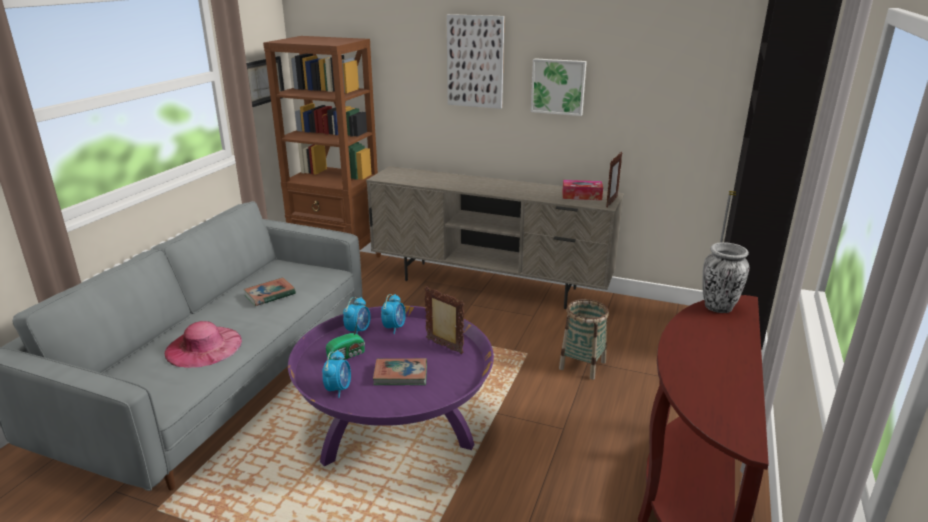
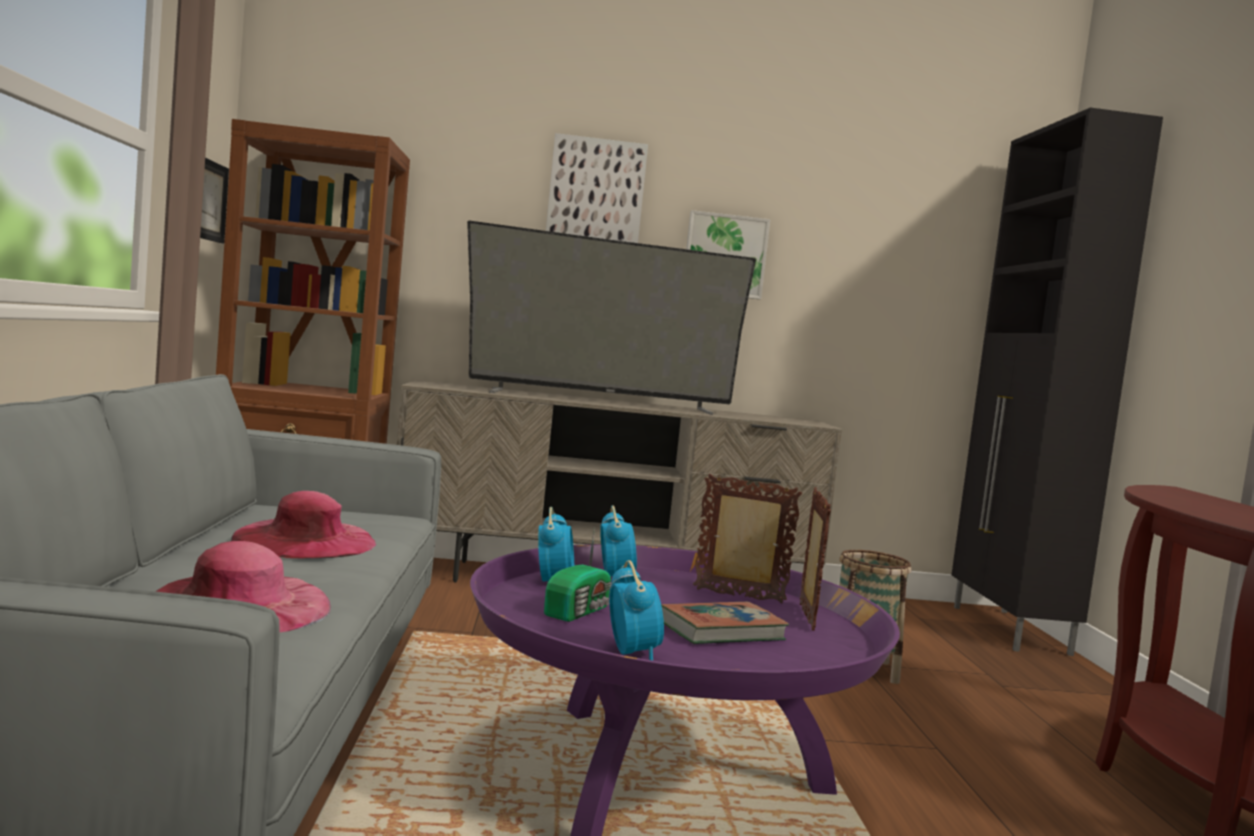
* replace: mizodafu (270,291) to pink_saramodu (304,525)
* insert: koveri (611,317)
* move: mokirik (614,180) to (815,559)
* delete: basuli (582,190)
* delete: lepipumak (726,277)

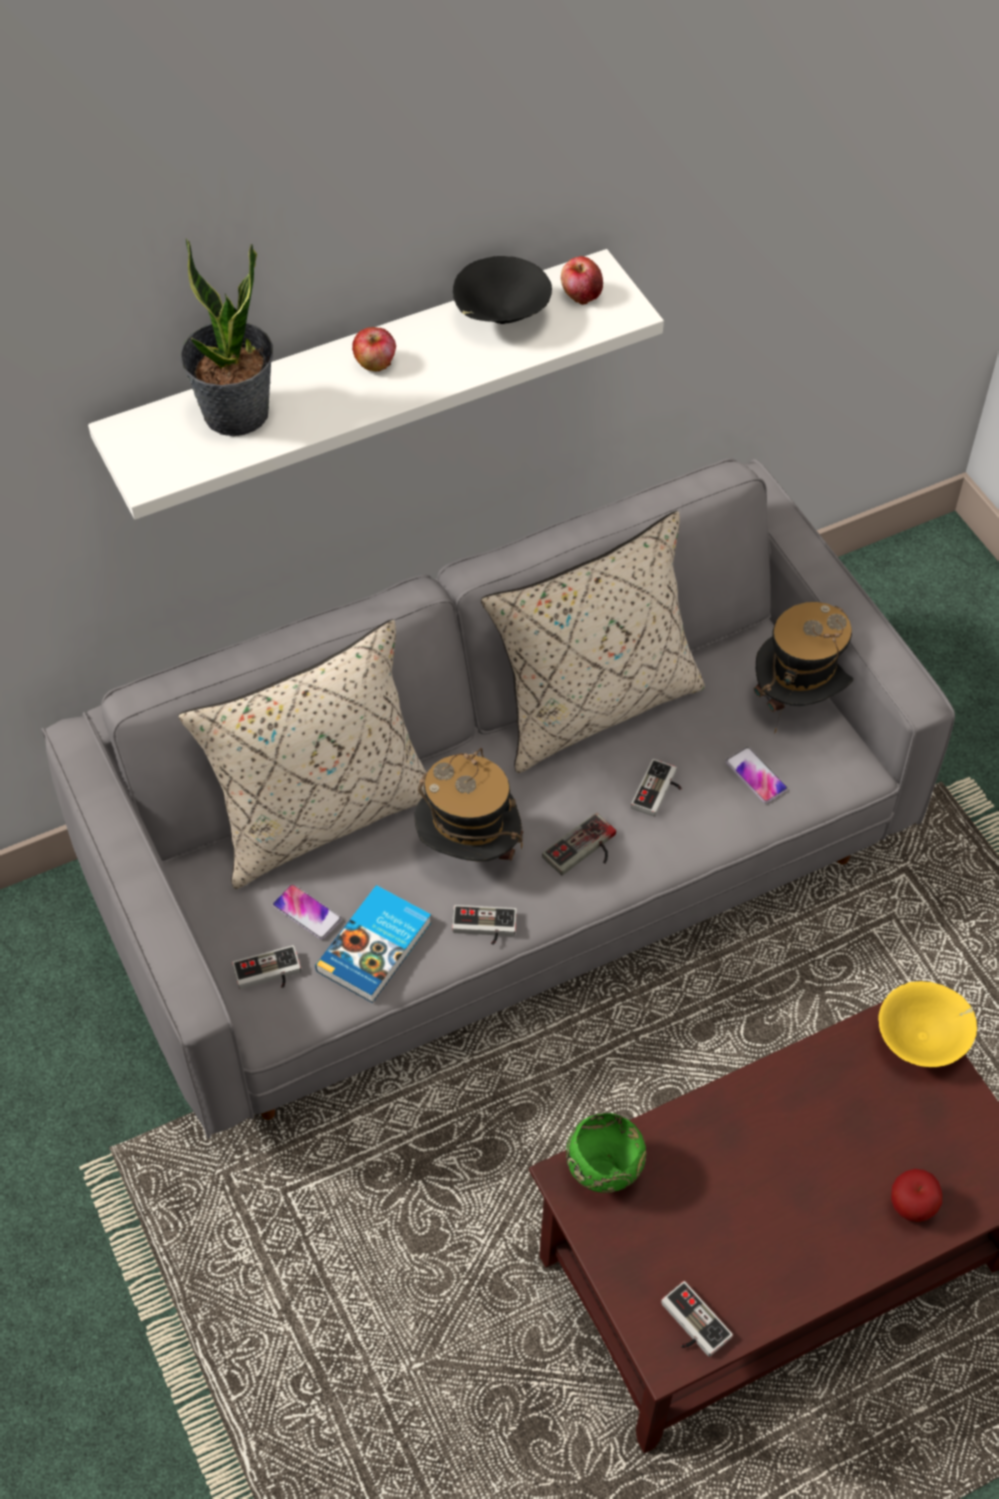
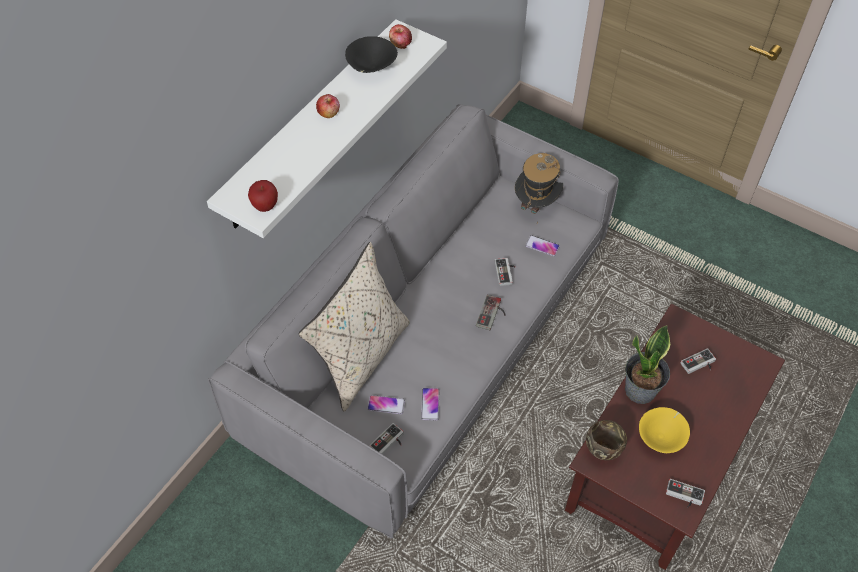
* move: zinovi (916,1195) to (263,196)
* replace: mizodafu (373,944) to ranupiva (430,404)
* recolor: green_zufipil (606,1153) to brown_zufipil (606,440)
* move: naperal (226,337) to (647,364)
* move: yellow_zufipil (927,1024) to (664,430)
* move: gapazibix (484,925) to (698,361)
* delete: saramodu (468,804)
* delete: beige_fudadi (593,642)

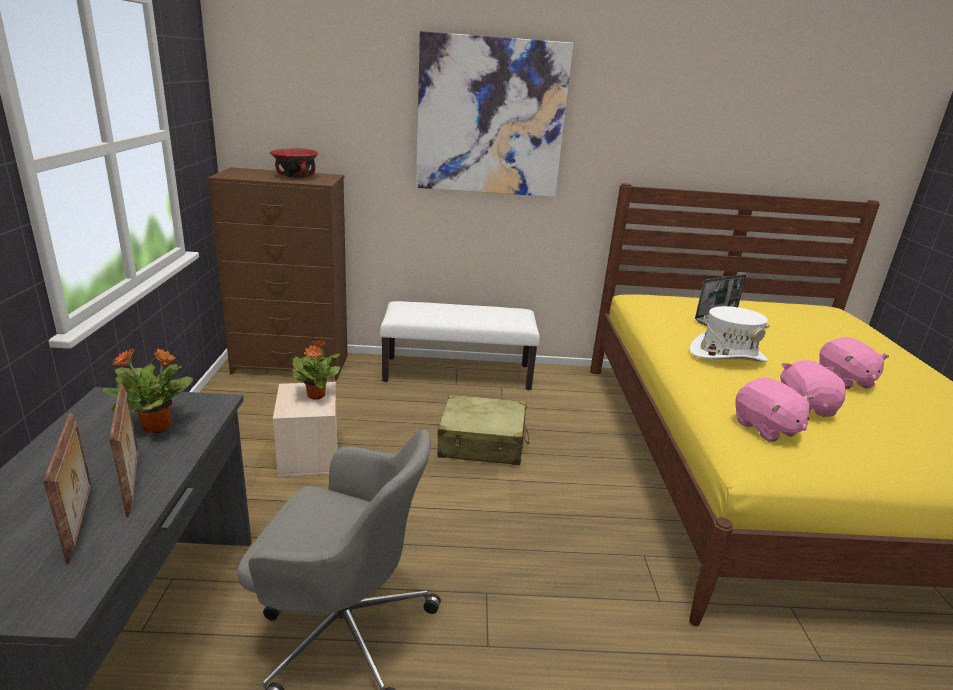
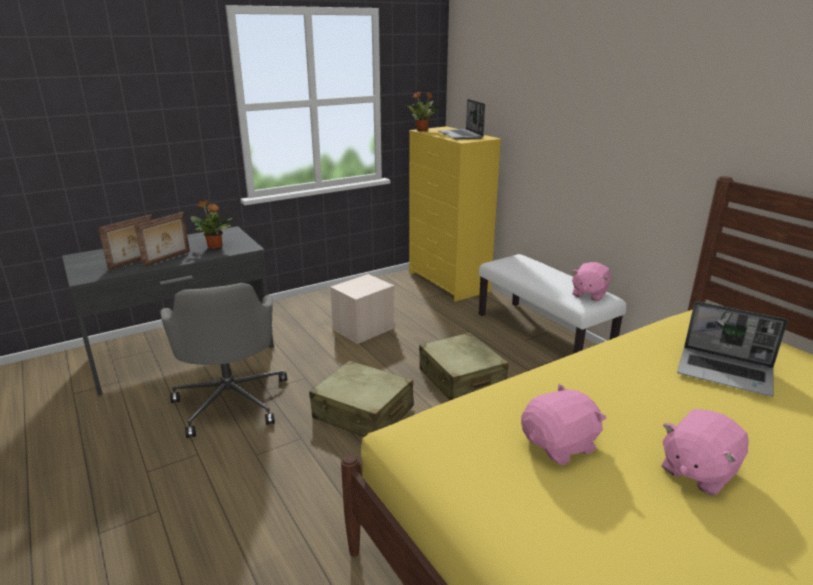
* insert: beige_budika (361,399)
* move: naperal (316,370) to (422,111)
* recolor: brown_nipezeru (277,274) to yellow_nipezeru (455,214)
* replace: red_zufipil (294,163) to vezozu (461,119)
* move: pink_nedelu (774,410) to (591,281)
* delete: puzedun (495,114)
* delete: white_saramodu (729,334)

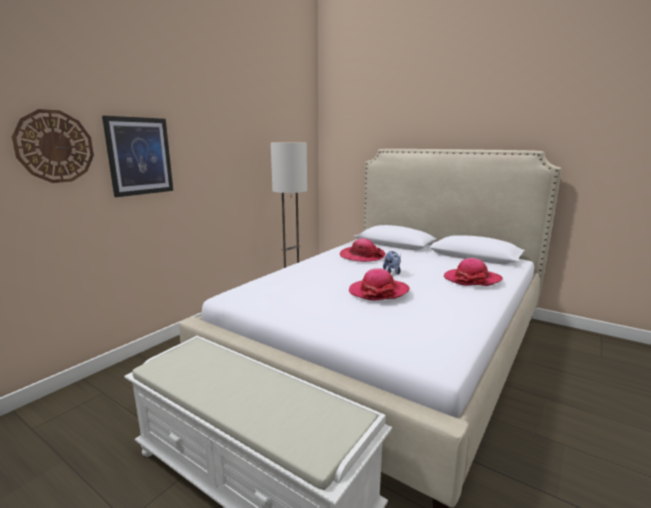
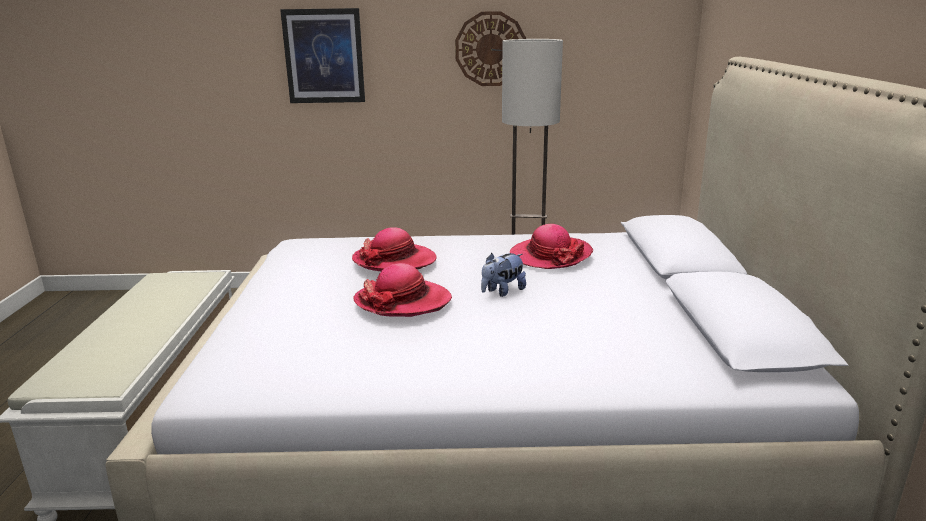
* move: saramodu (473,272) to (394,249)
* move: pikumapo (53,146) to (491,48)

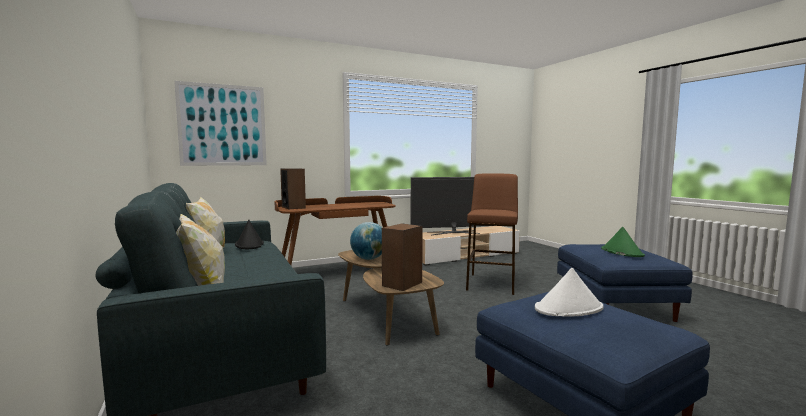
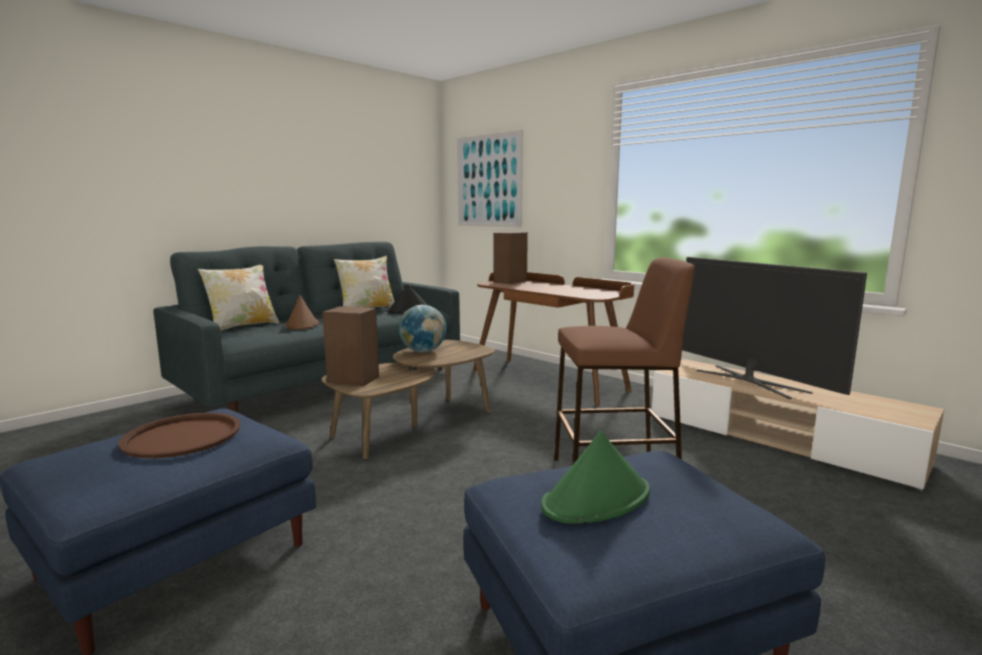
* replace: white_saramodu (569,292) to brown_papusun (179,435)
* insert: brown_saramodu (302,312)

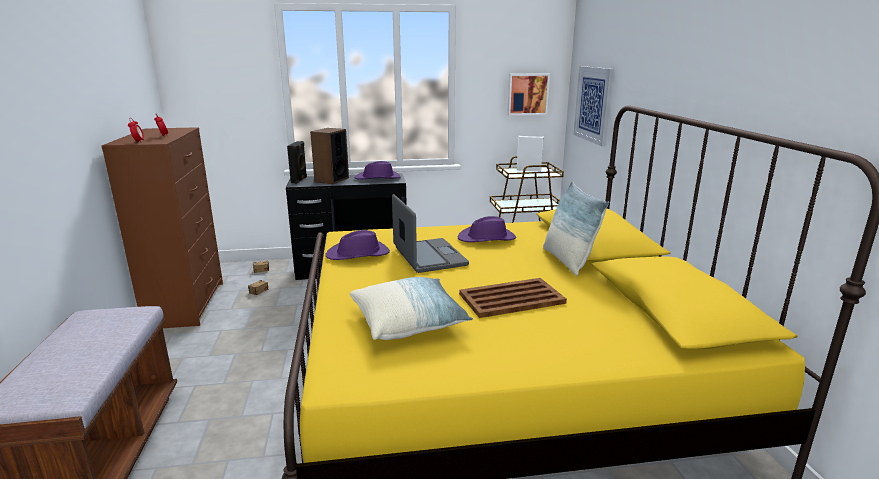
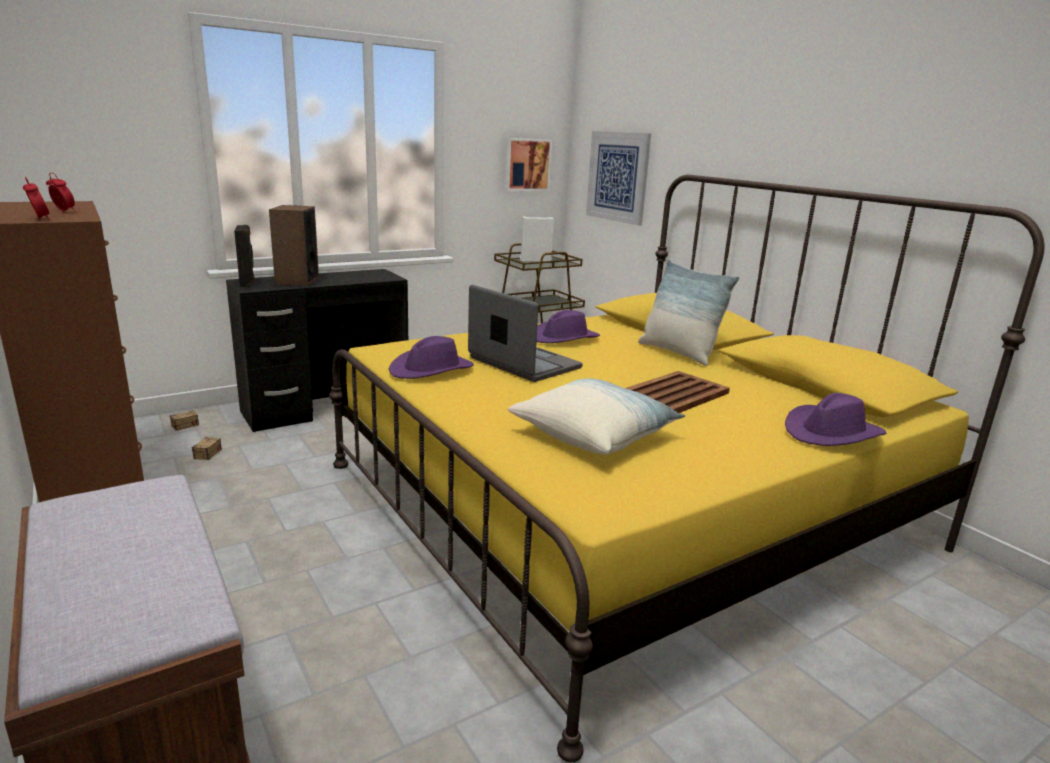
* move: purple_saramodu (377,170) to (835,419)

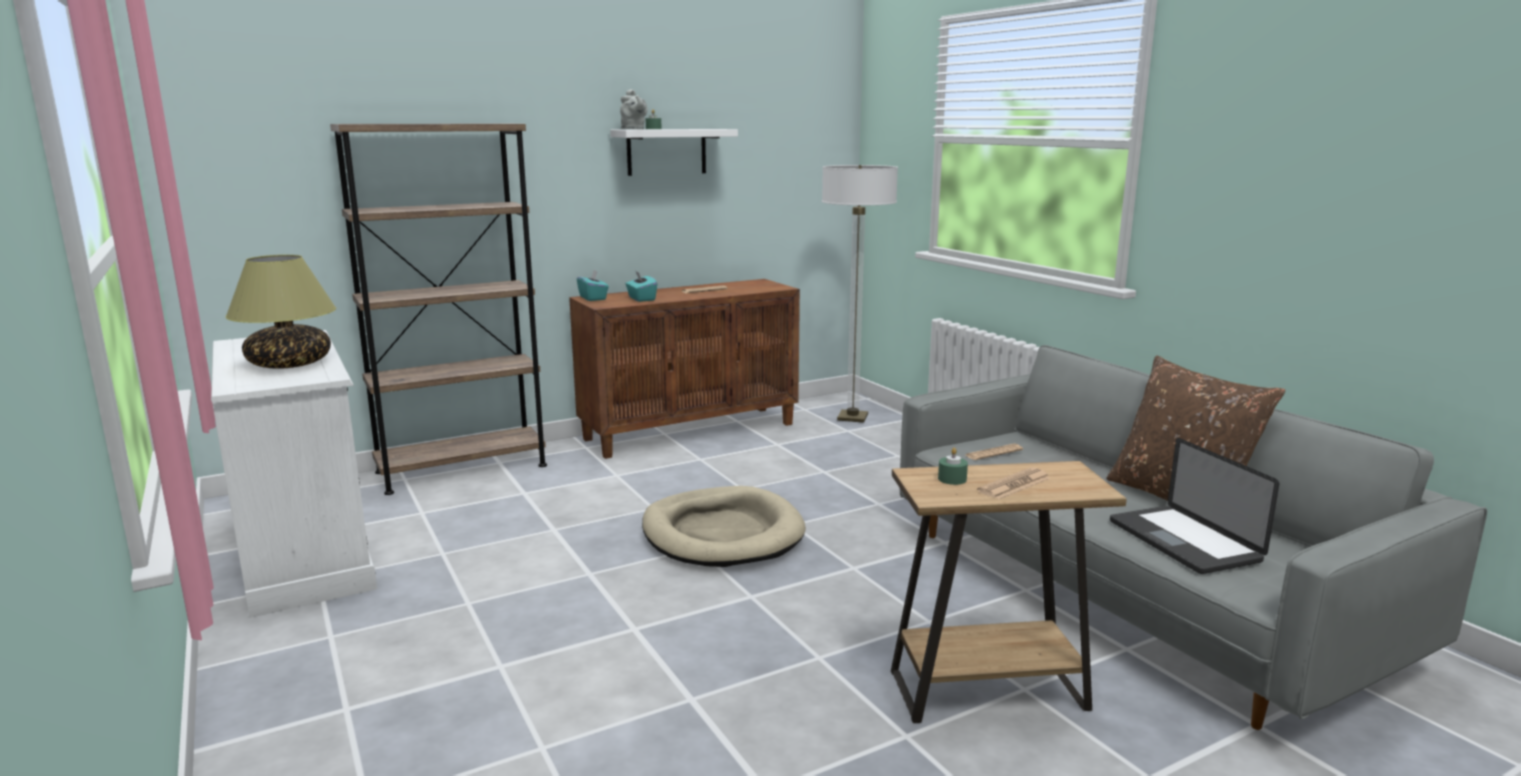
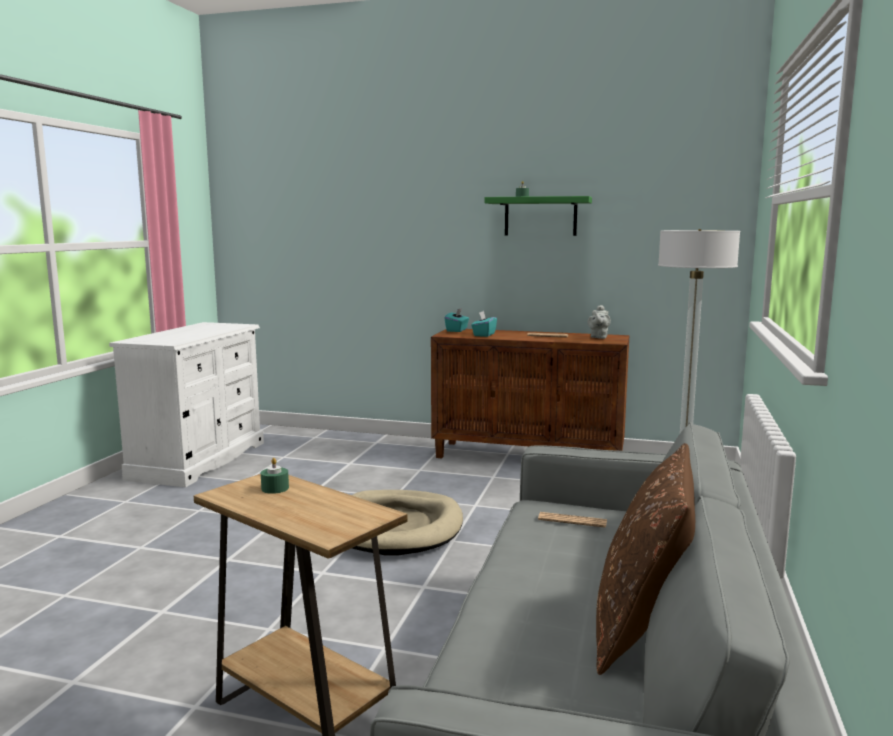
* recolor: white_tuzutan (674,152) to green_tuzutan (538,216)
* move: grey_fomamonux (634,109) to (599,322)
* delete: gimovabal (280,312)
* delete: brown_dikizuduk (438,309)
* delete: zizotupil (1013,484)
* delete: vezozu (1194,506)

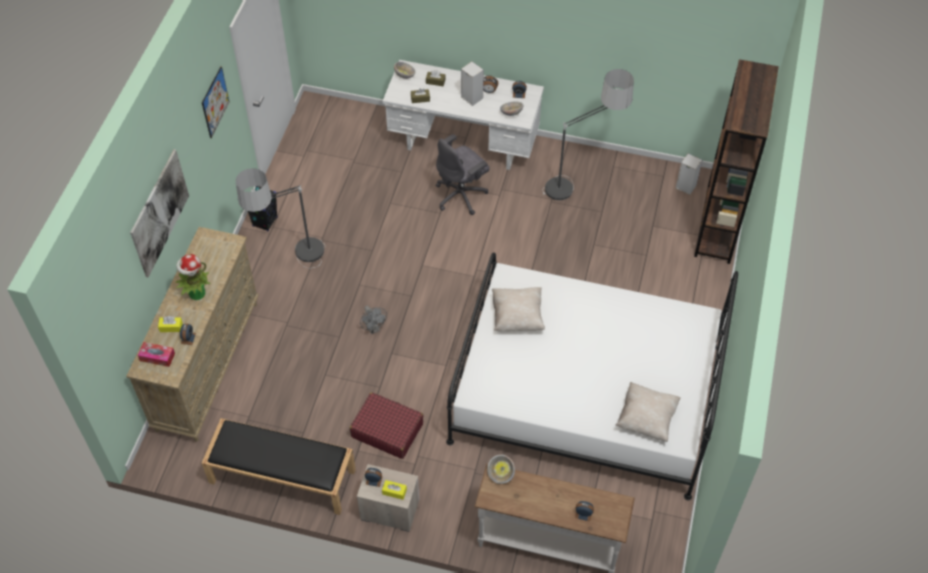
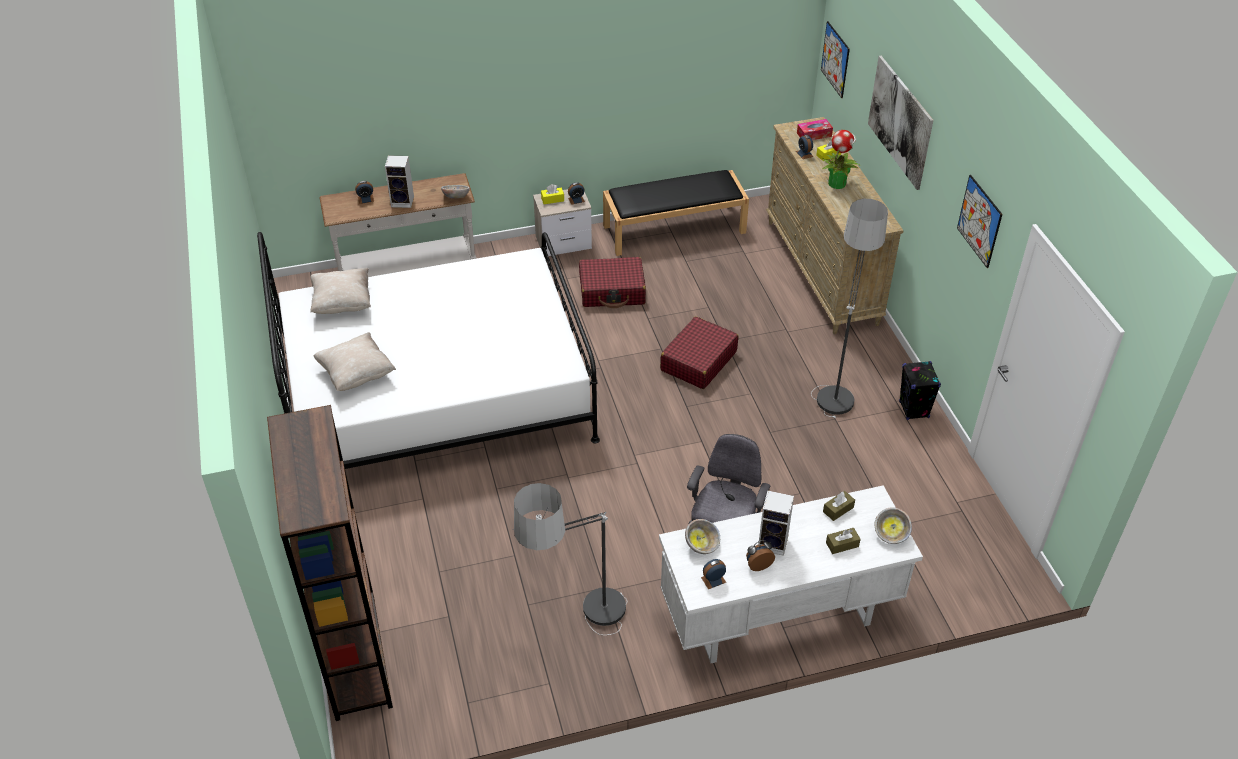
* move: beige_fudadi (518,309) to (355,361)
* move: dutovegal (689,174) to (399,181)
* replace: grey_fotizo (373,320) to red_budika (699,353)
* insert: puzedun (835,59)

